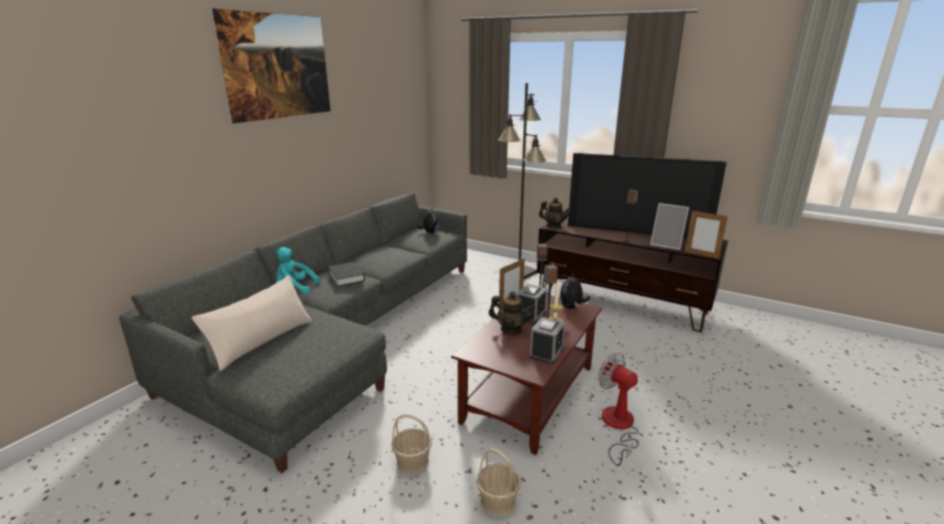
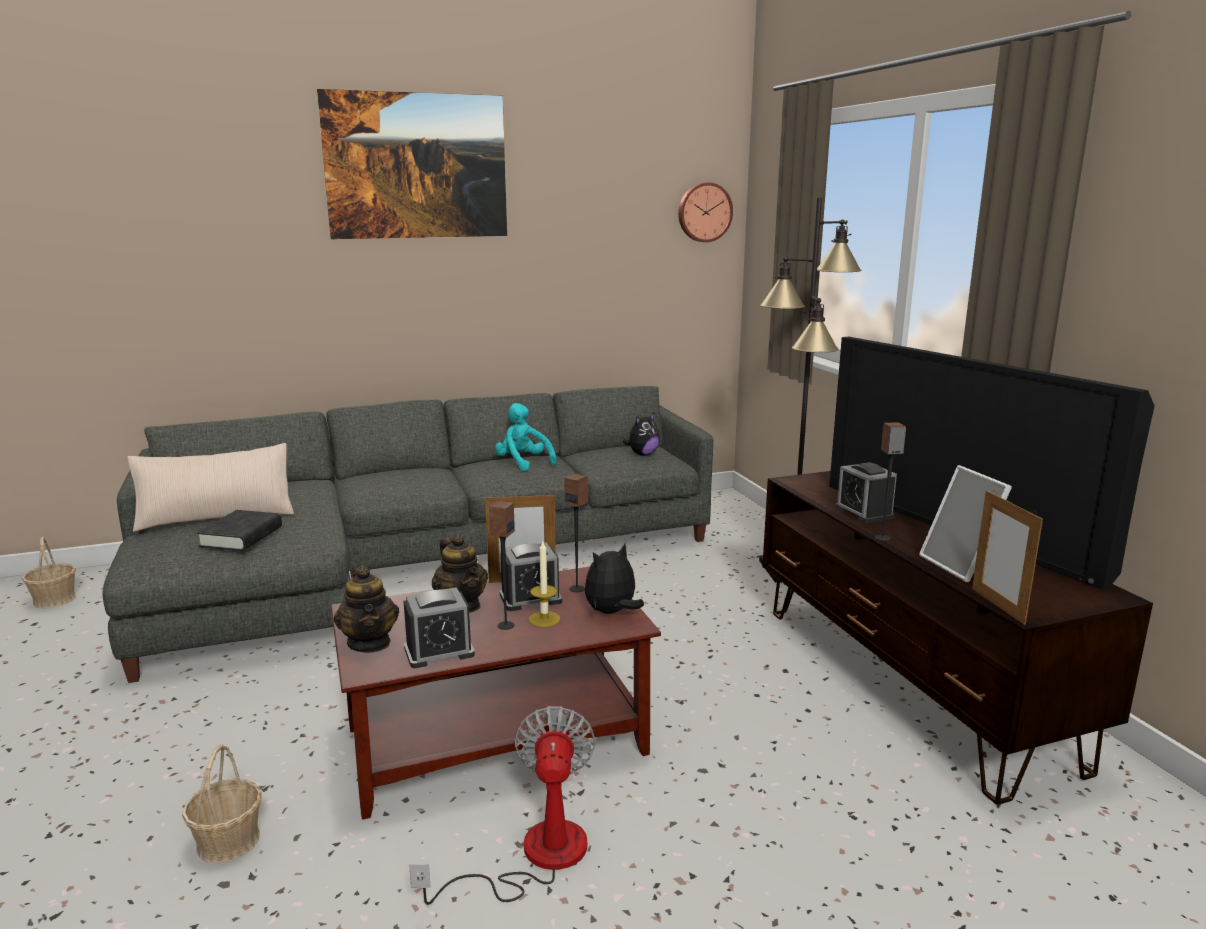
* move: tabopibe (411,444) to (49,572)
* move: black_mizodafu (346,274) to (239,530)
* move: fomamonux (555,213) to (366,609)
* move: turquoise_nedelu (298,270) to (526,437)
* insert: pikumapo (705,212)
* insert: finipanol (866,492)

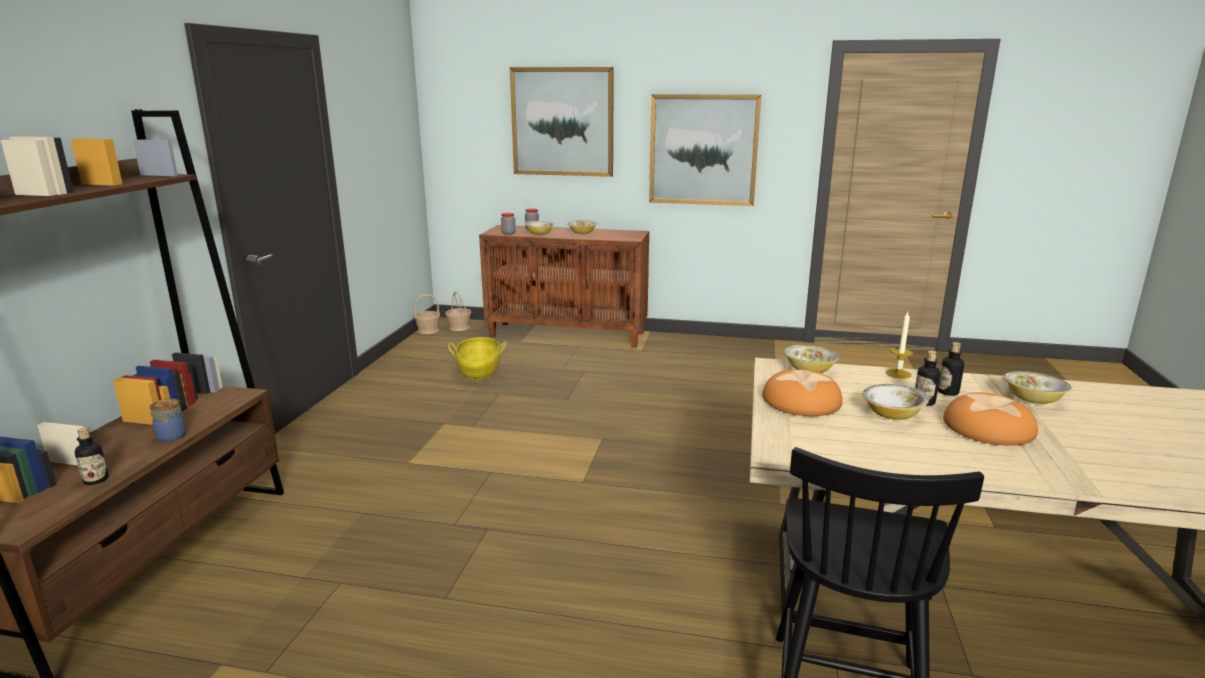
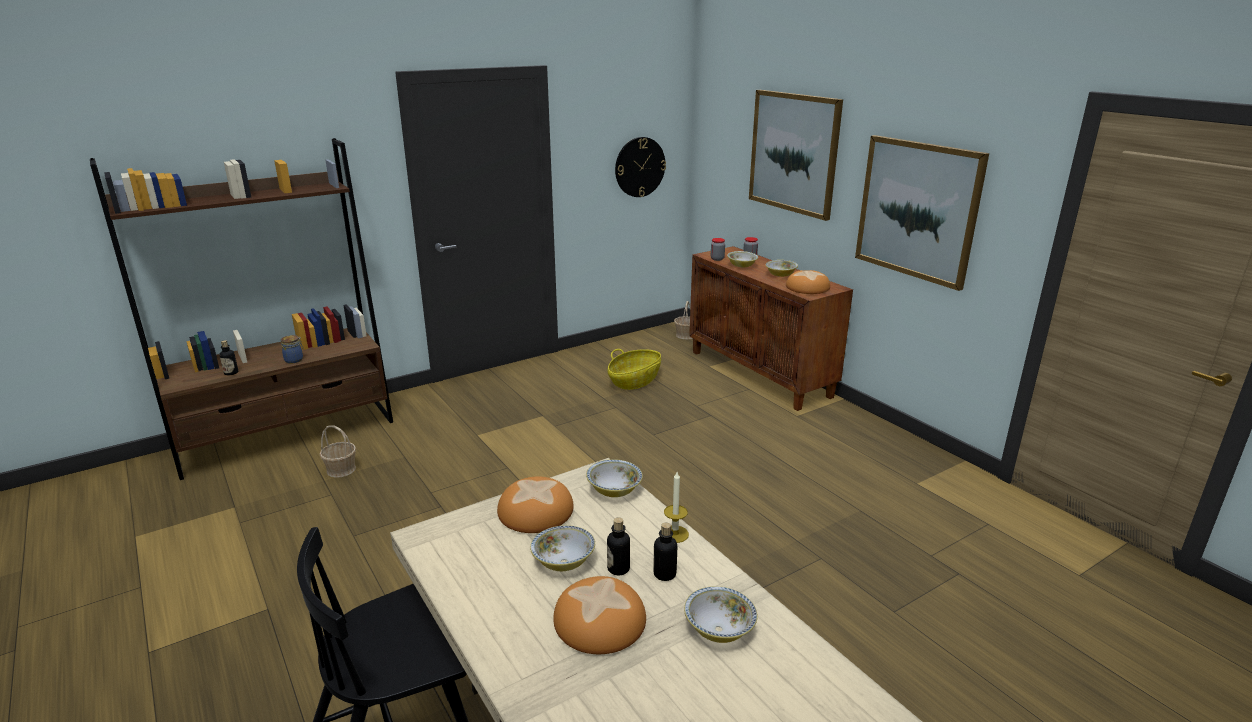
* move: tabopibe (427,314) to (338,451)
* insert: pikumapo (640,167)
* insert: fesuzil (808,282)

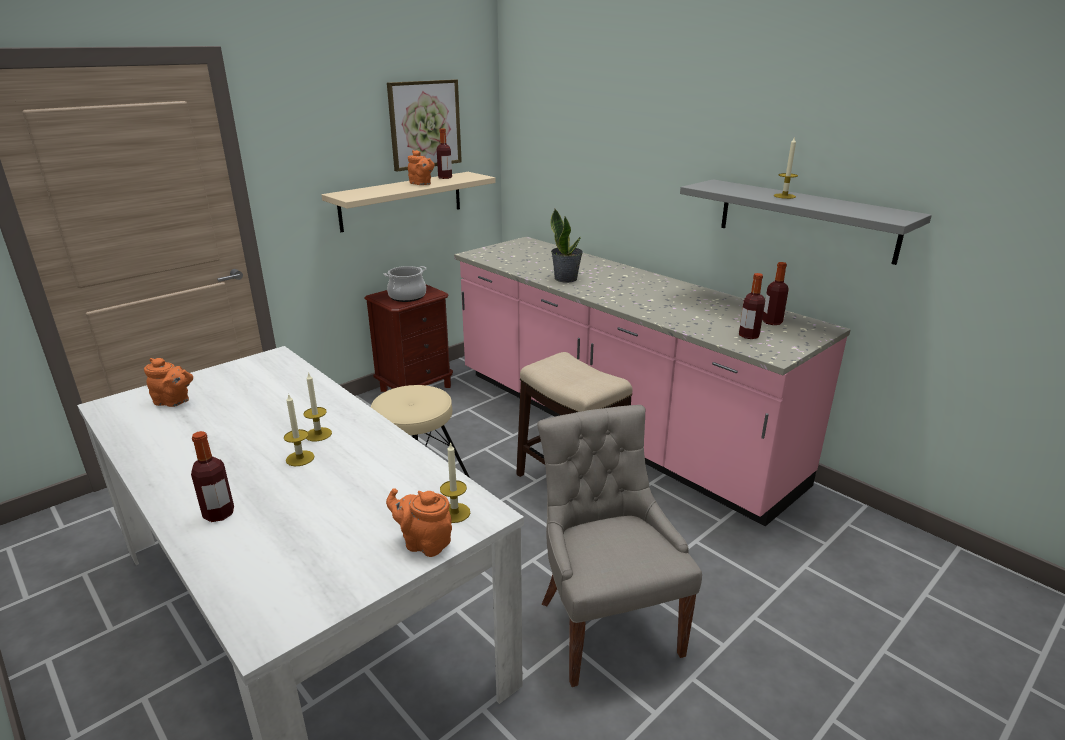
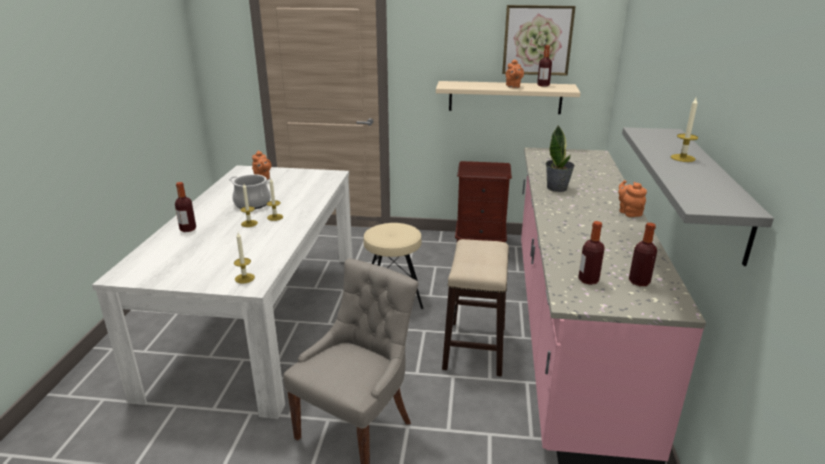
* move: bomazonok (405,284) to (250,191)
* move: orange_fomamonux (419,522) to (632,198)

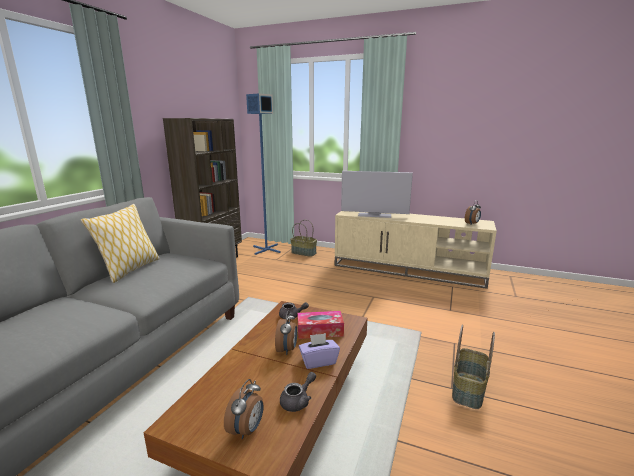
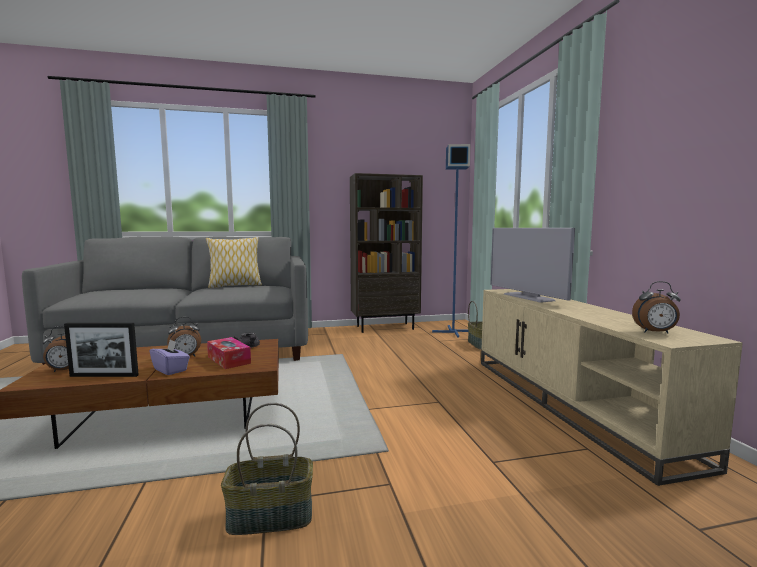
* replace: grey_fomamonux (298,392) to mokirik (101,350)

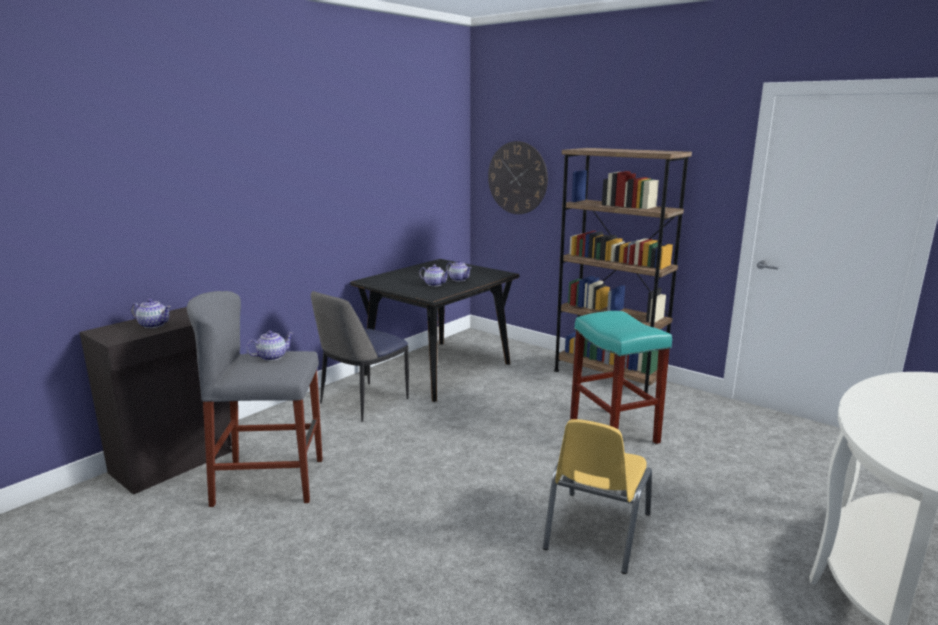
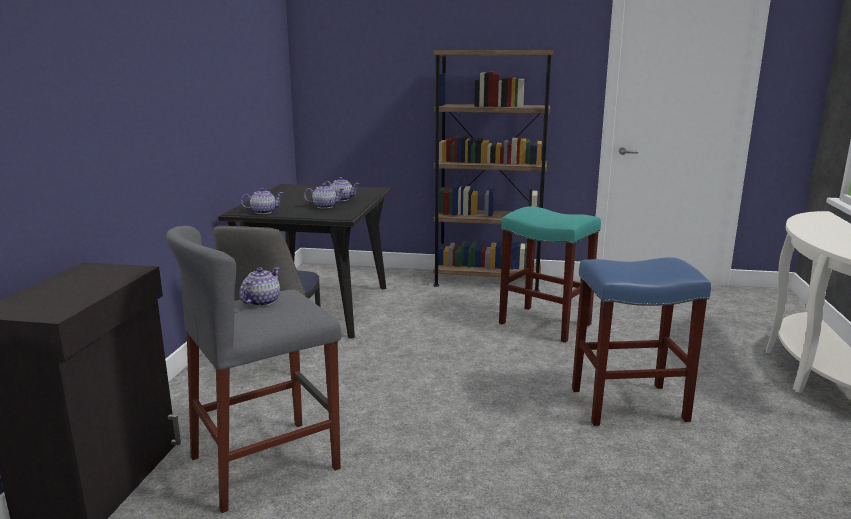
* move: fomamonux (151,313) to (262,201)
* replace: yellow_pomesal (597,496) to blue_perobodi (641,341)
* delete: pikumapo (518,177)

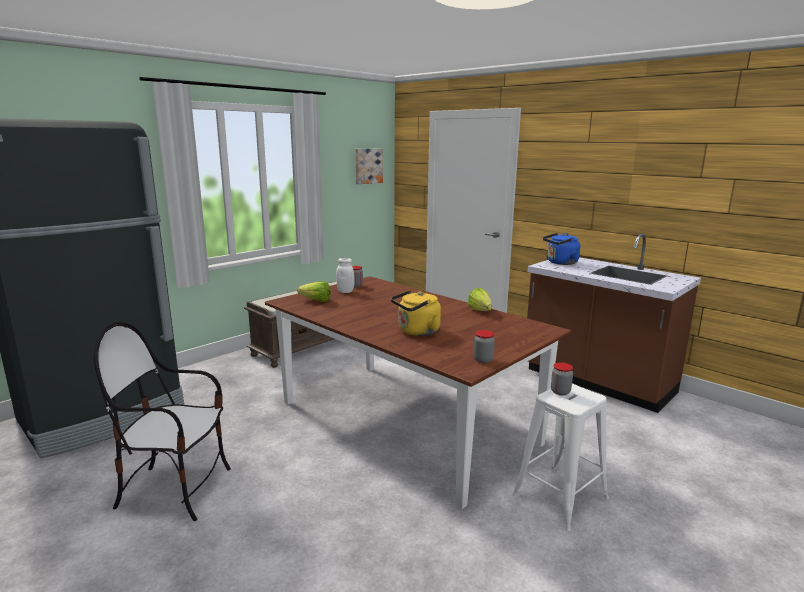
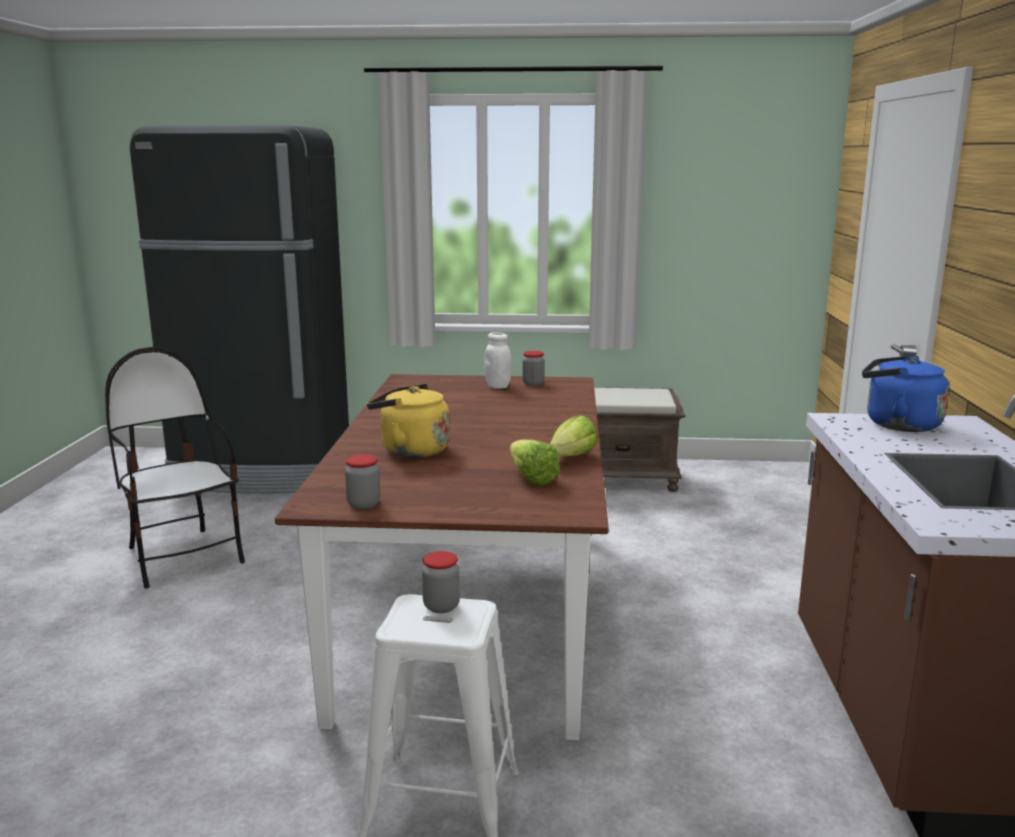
* move: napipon (314,291) to (535,462)
* delete: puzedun (369,166)

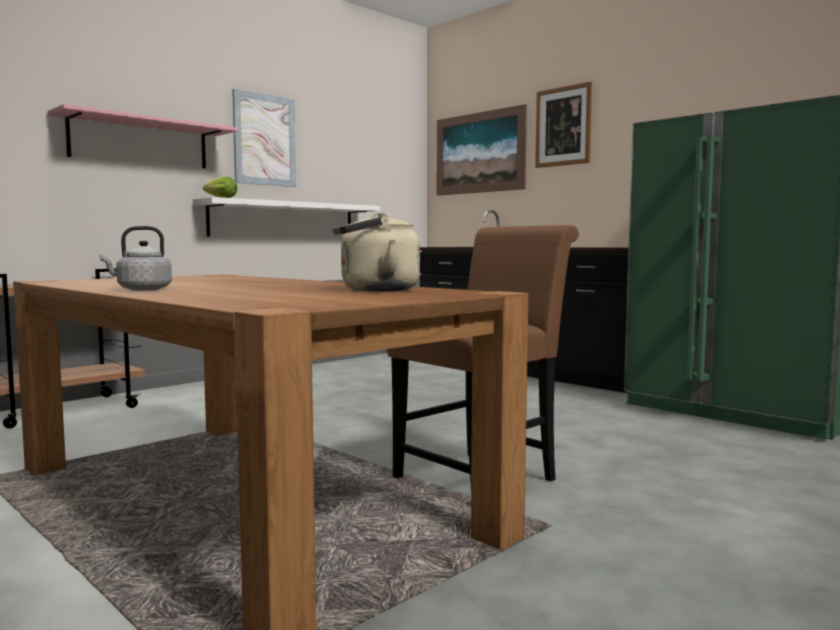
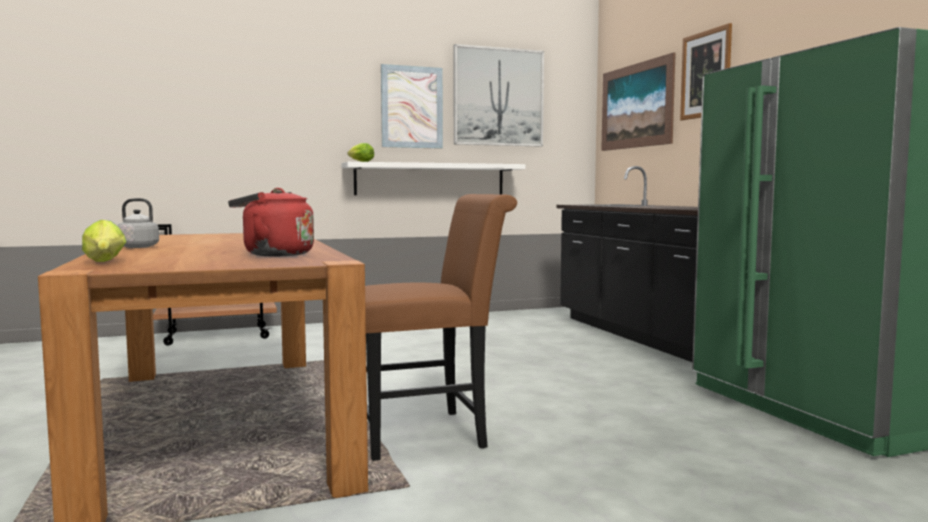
* insert: napipon (104,241)
* recolor: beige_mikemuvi (376,251) to red_mikemuvi (271,222)
* insert: puzedun (499,95)
* delete: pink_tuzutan (142,136)

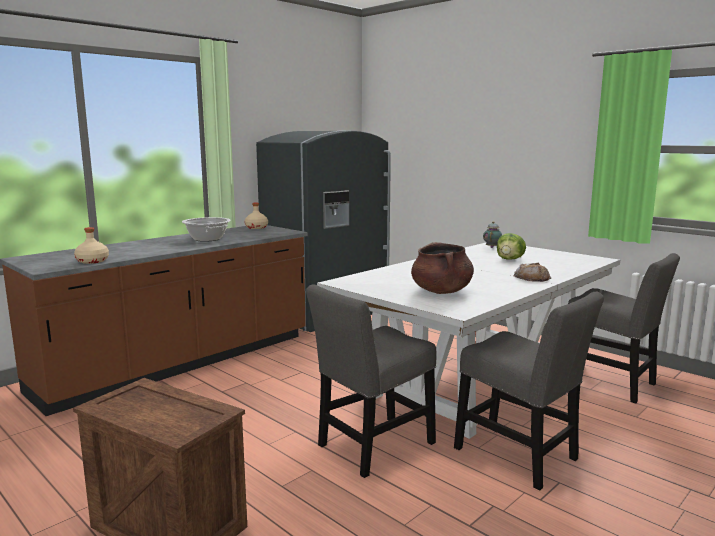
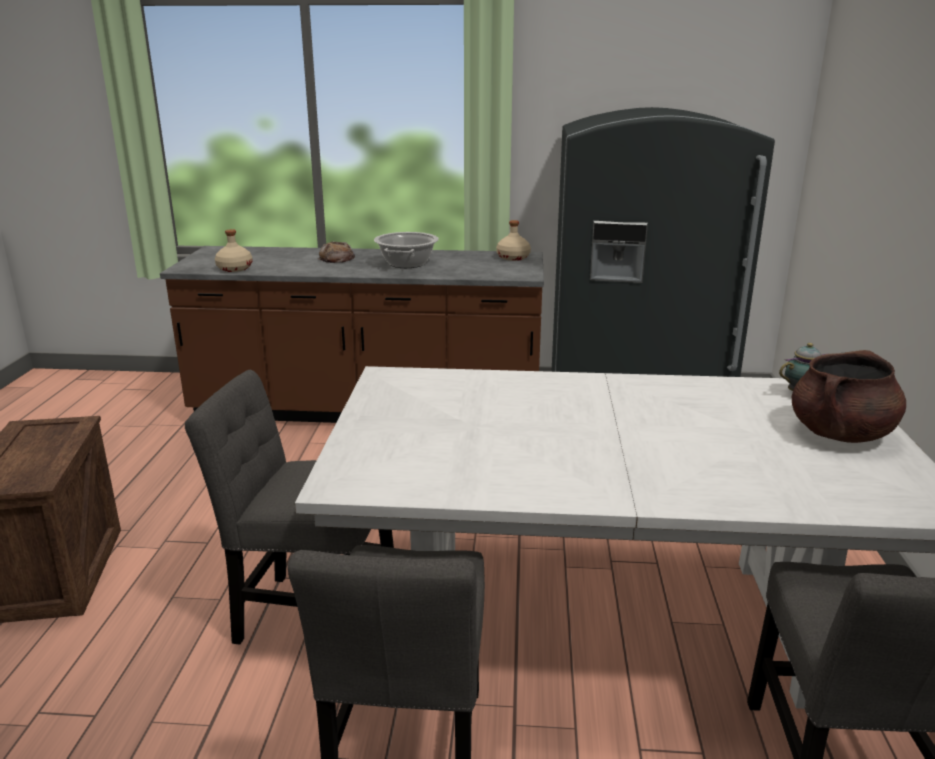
* move: fesuzil (532,272) to (336,252)
* move: brown_bomazonok (442,268) to (849,396)
* delete: napipon (511,246)

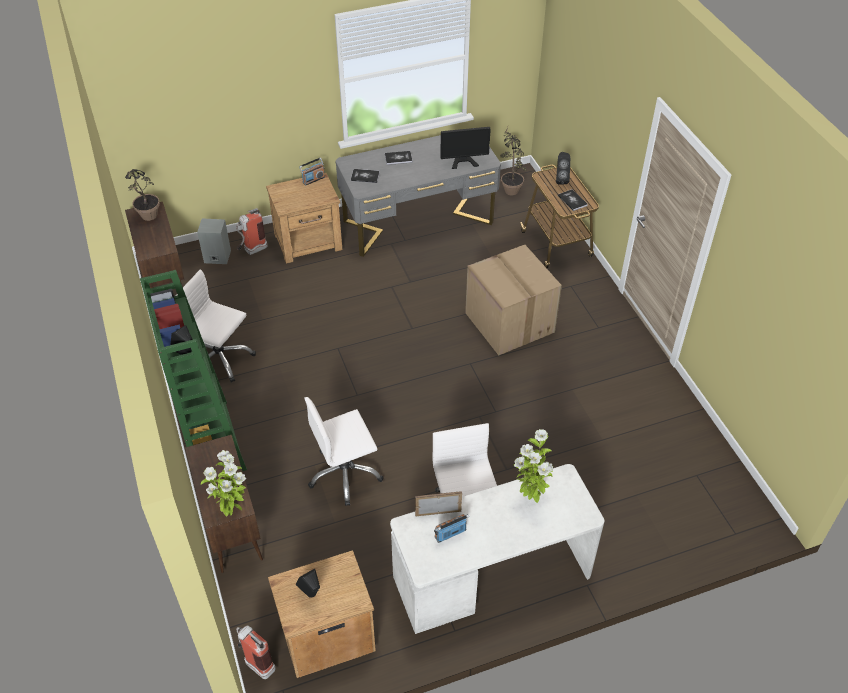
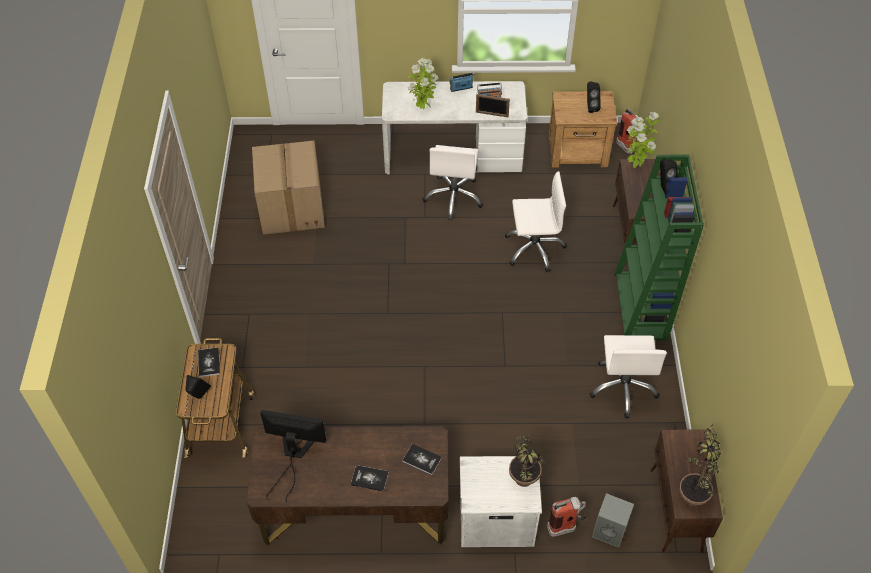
* recolor: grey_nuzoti (418,196) to brown_nuzoti (347,486)
* move: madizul (513,300) to (288,188)
* move: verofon (312,172) to (462,82)
* recolor: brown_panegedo (304,218) to white_panegedo (501,501)
* move: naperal (513,161) to (527,461)
* rotate: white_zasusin (216,326) = (628,376) 45 degrees clockwise

